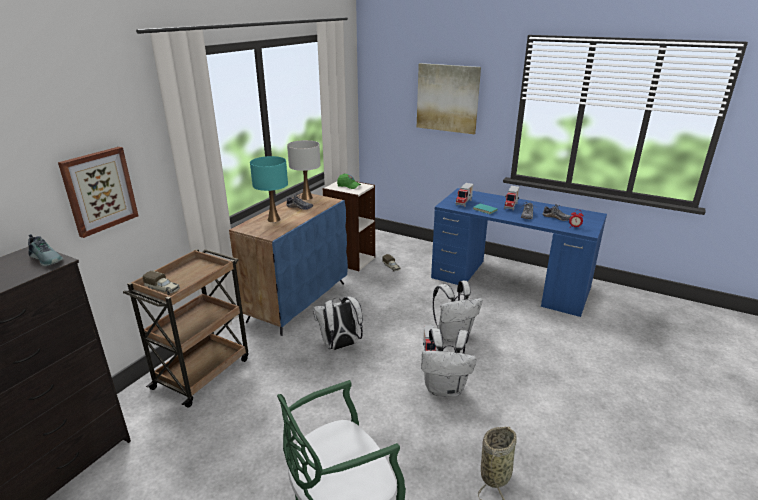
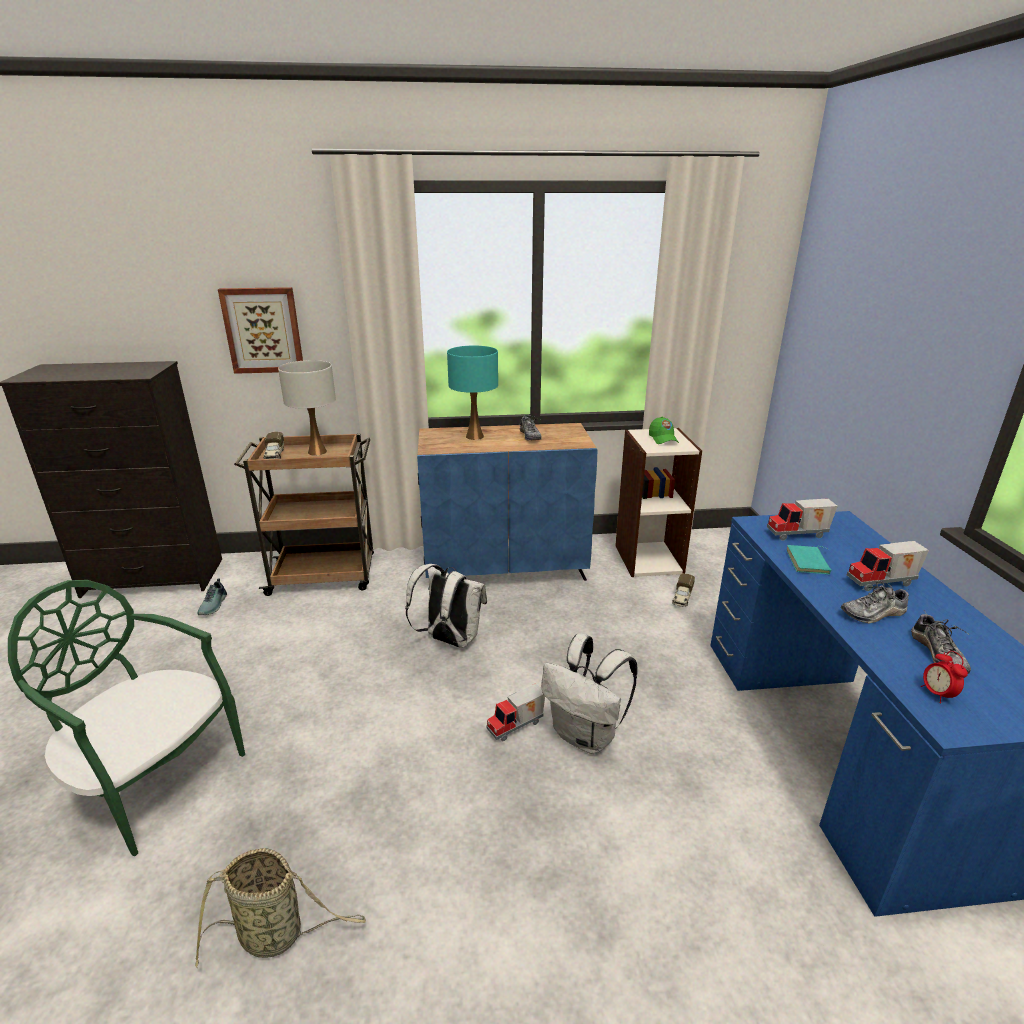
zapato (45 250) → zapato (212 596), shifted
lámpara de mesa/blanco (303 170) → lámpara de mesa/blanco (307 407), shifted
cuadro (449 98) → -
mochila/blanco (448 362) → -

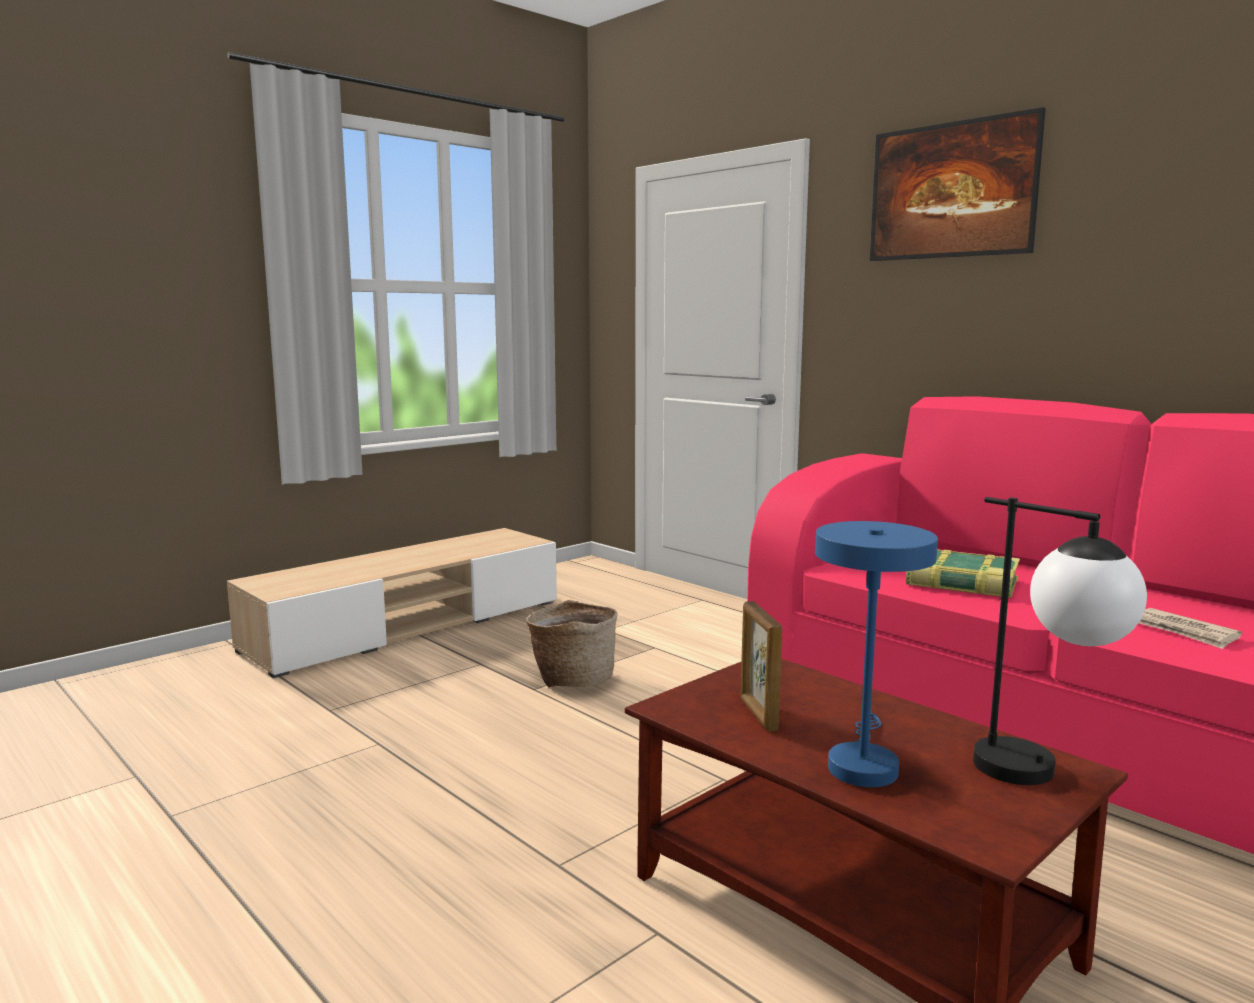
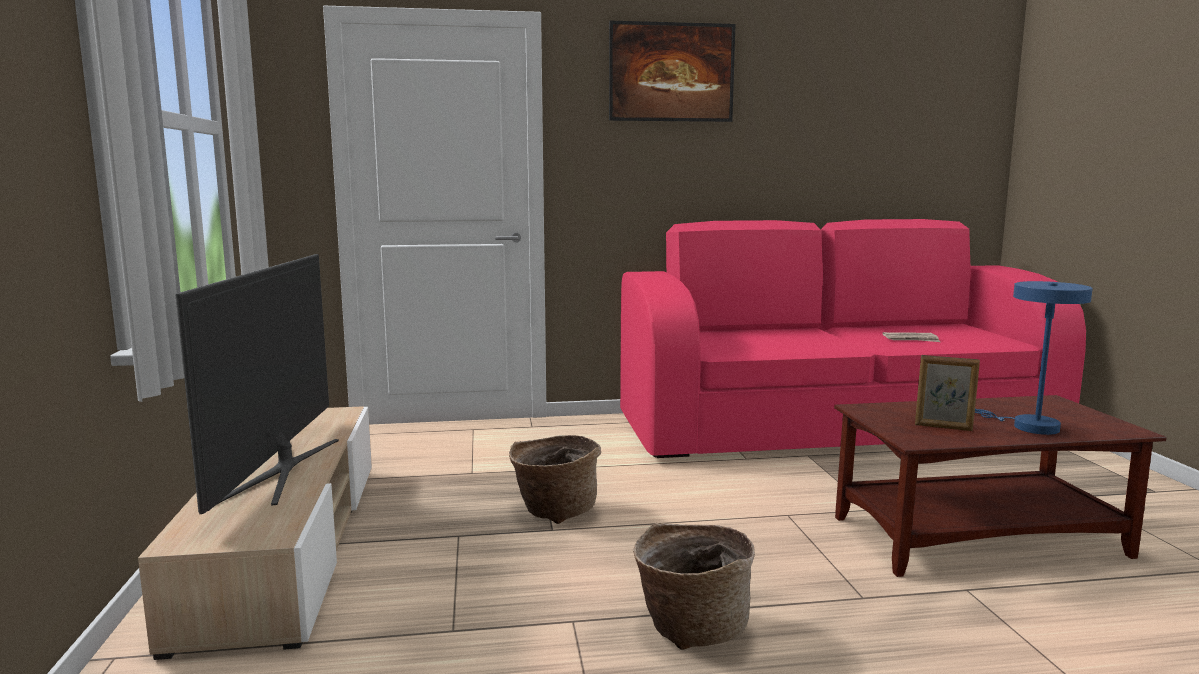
- → televisor (257 384)
- → cesta (694 586)
libro (963 573) → -
lámpara de mesa (1060 641) → -

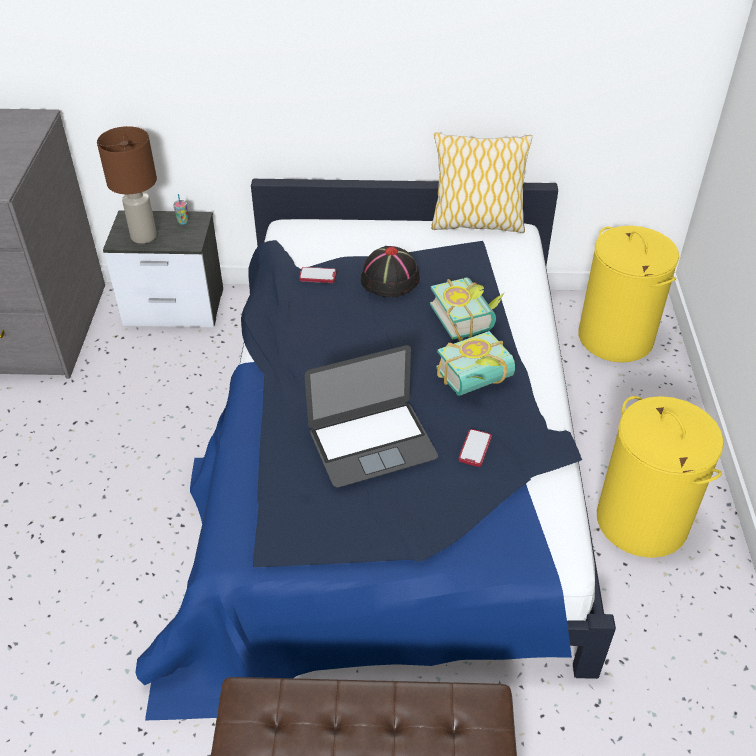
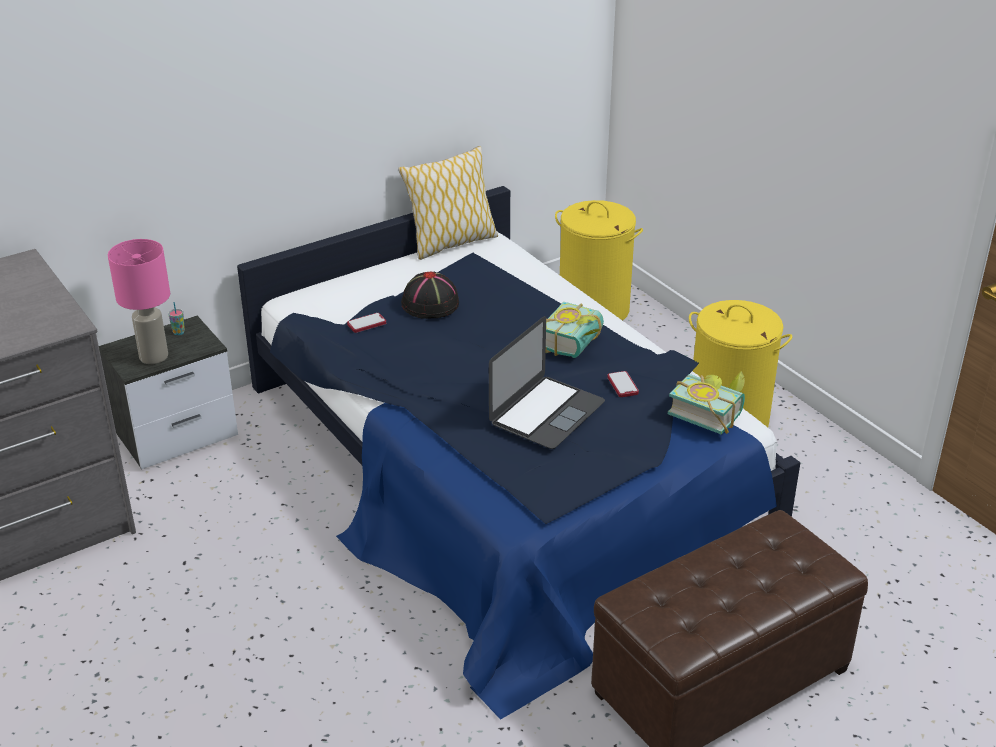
lámpara de mesa/marrón (127 185) → lámpara de mesa/rosa (139 301)
libro (467 309) → libro (706 402), shifted

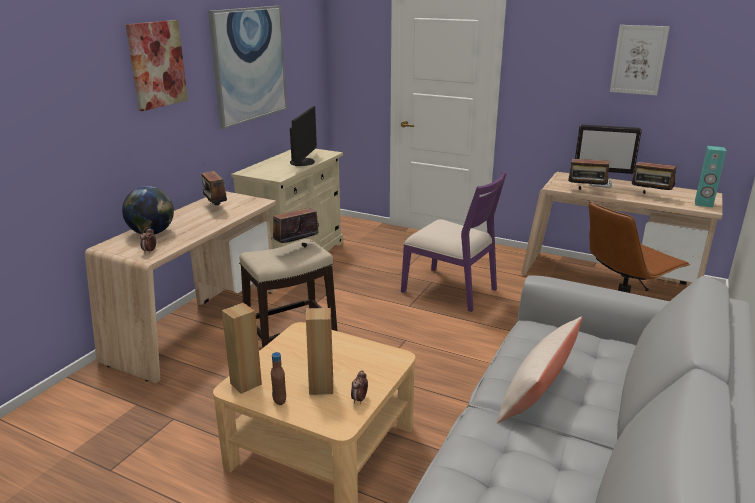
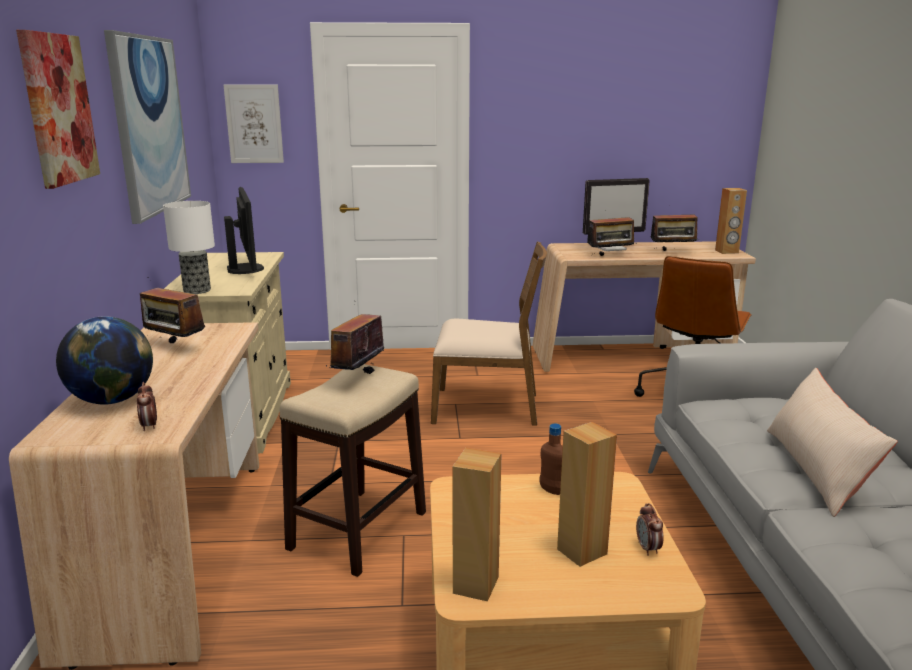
- → lámpara de mesa (189 247)
cuadro (640 60) → cuadro (254 123), shifted
silla/morado (454 242) → silla/marrón (489 333)
botella/marrón (278 378) → botella/marrón (551 459), shifted
altavoz/turquesa (710 177) → altavoz/marrón (731 221)

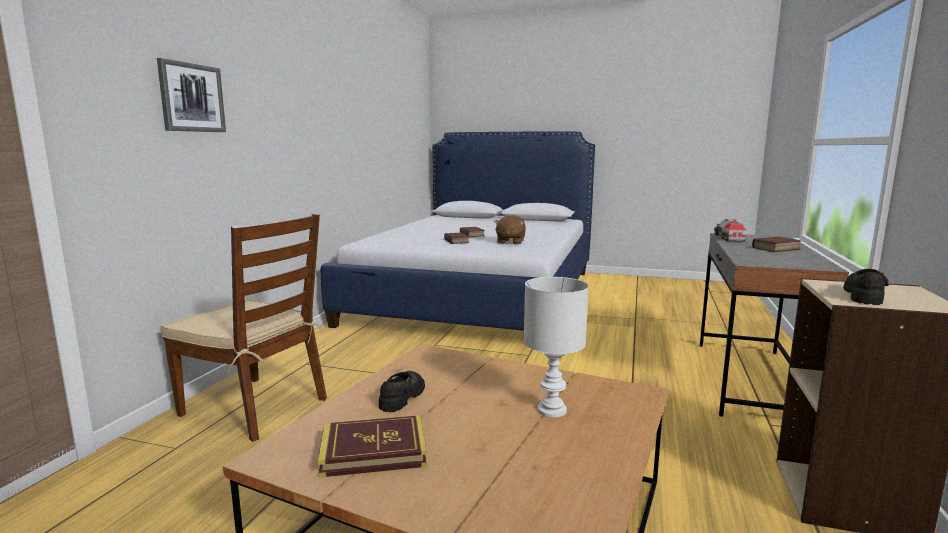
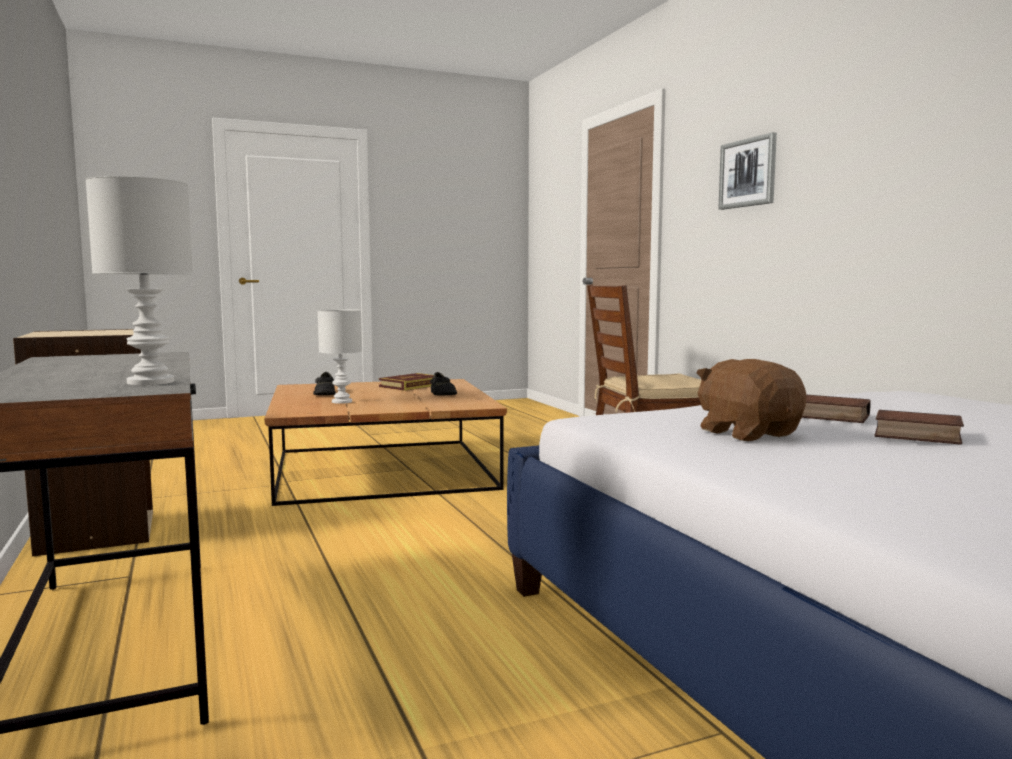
camión de juguete (730 230) → lámpara de mesa/blanco (139 280)
zapato/negro (866 287) → zapato/negro (324 383), shifted
libro (776 244) → -

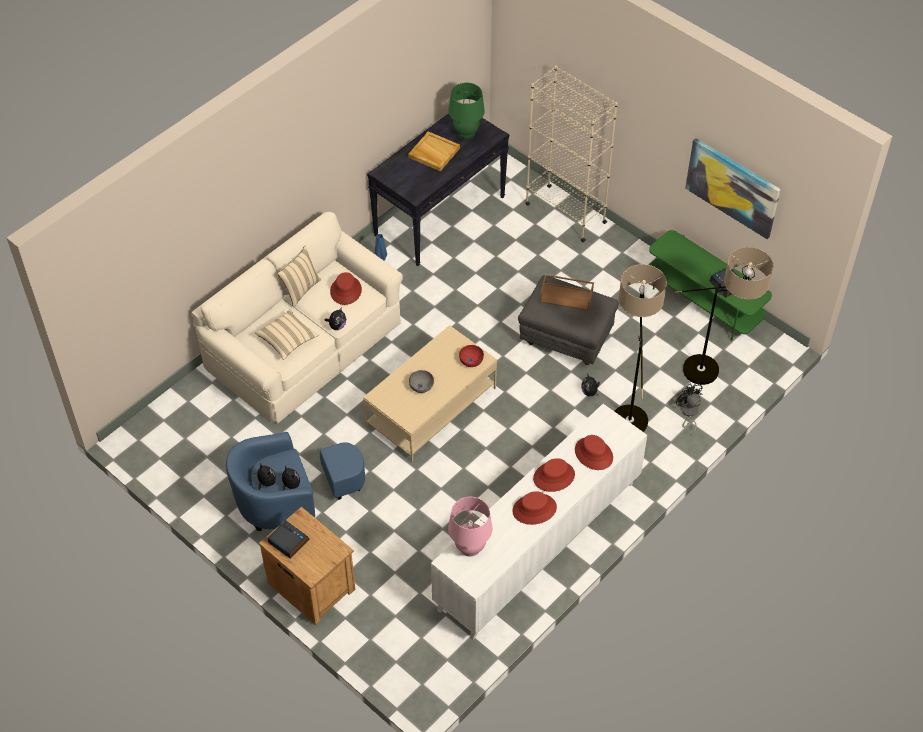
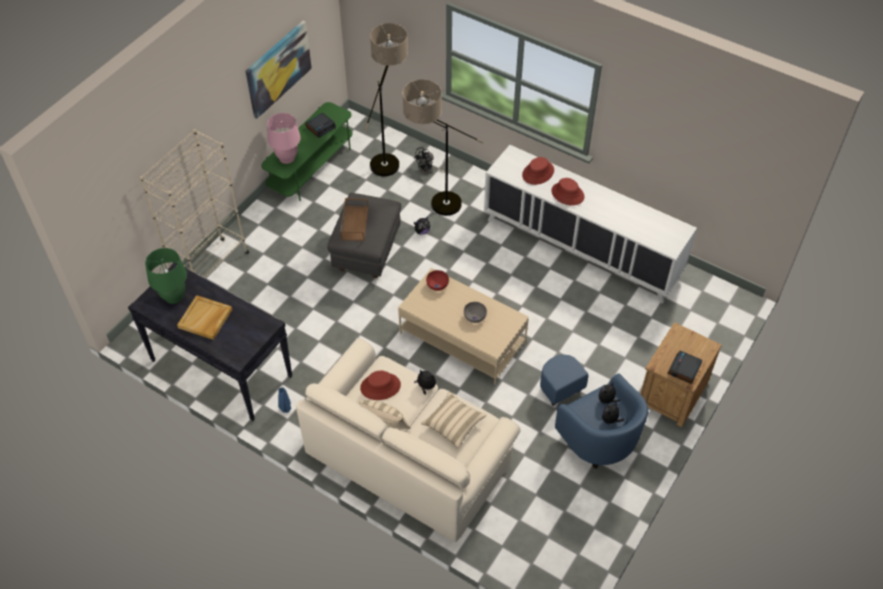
lámpara de mesa/rosa (470 527) → lámpara de mesa/rosa (284 138), shifted
sombrero/rojo (534 508) → -

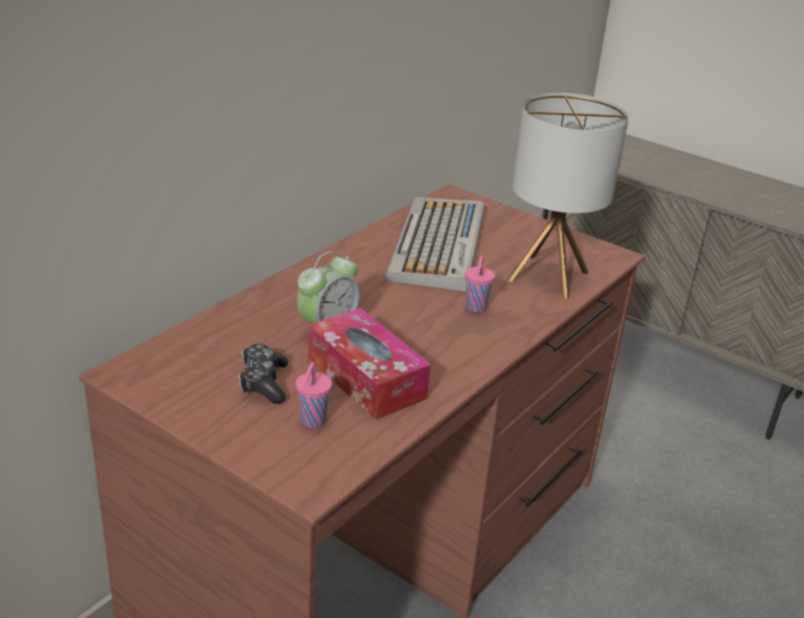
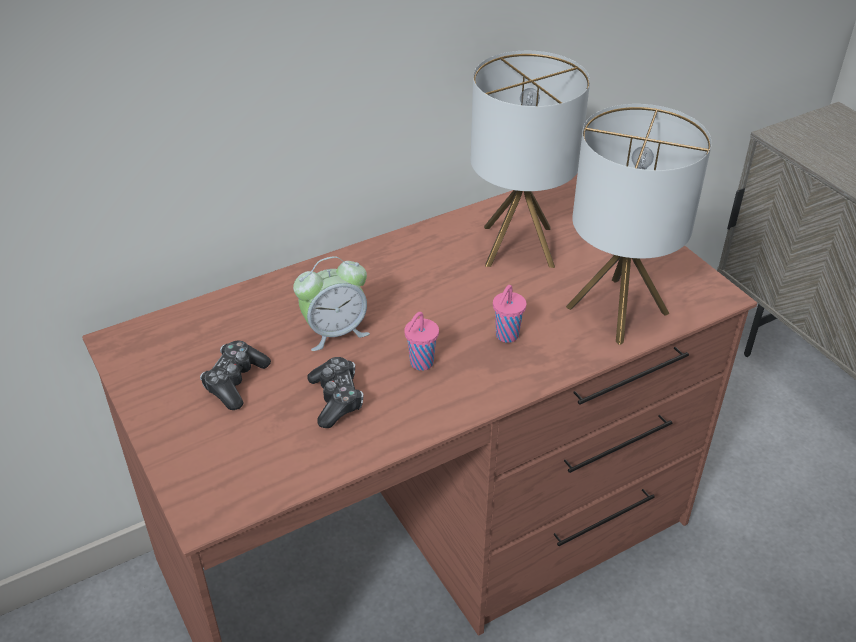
caja de pañuelos (369 364) → mando de consola (335 392)
taza/rosa (314 395) → taza/rosa (421 341), shifted
teclado (434 244) → lámpara de mesa (530 159)

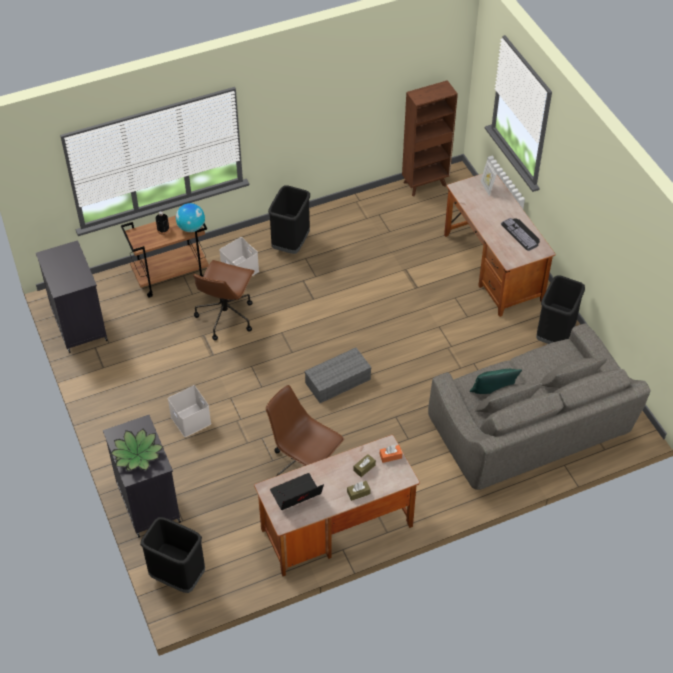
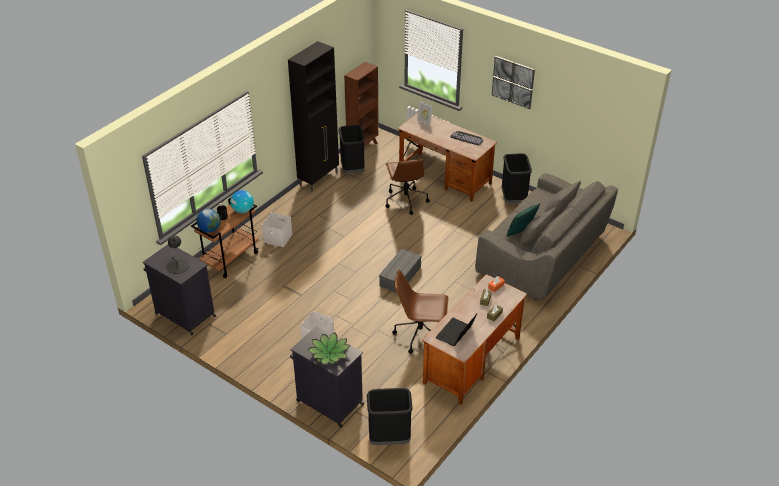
- → lámpara de mesa/negro (177 255)
- → globo terráqueo (208 221)
- → armario/negro (313 116)
papelera/negro (289 220) → papelera/negro (352 149), shifted
silla de oficina/marrón (224 300) → silla de oficina/marrón (407 187), shifted
- → cuadro (513 82)

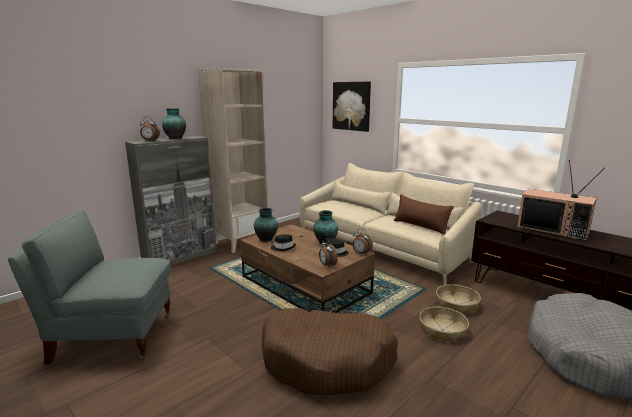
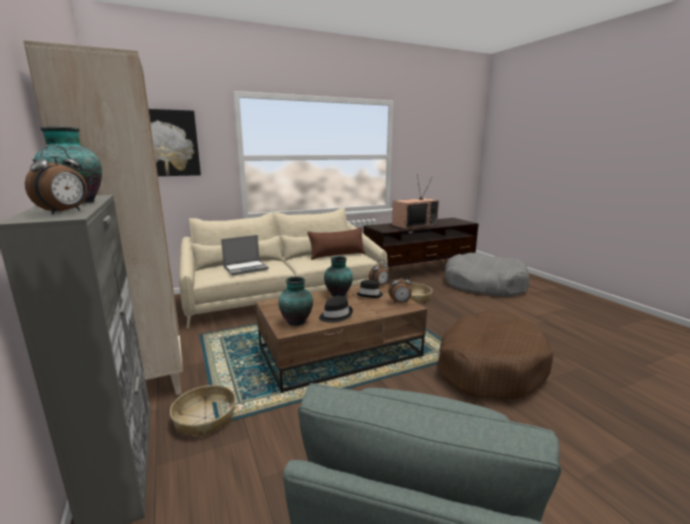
cesta (444 325) → cesta (203 411), shifted
- → portátil (245 255)

